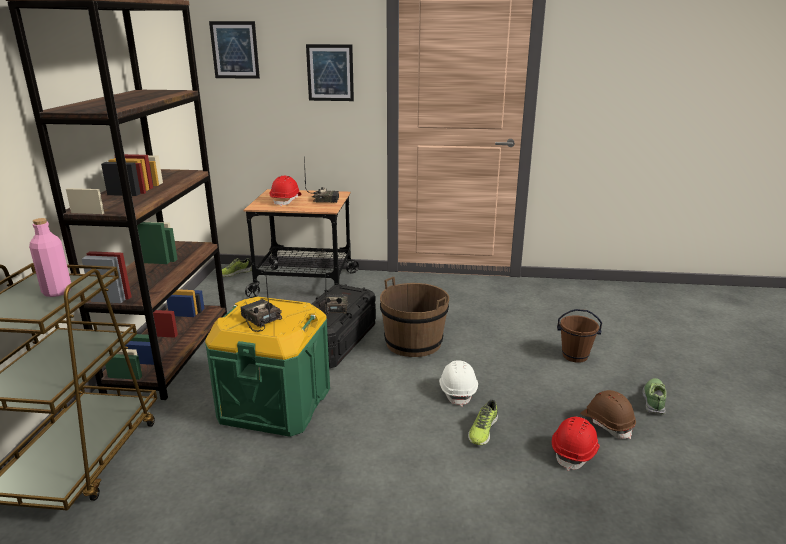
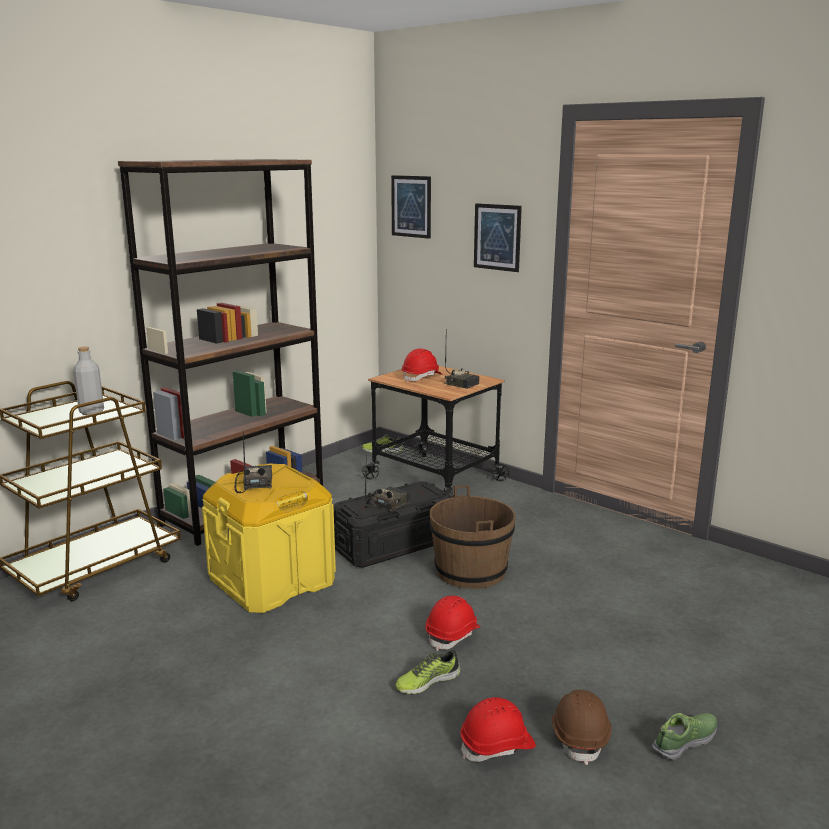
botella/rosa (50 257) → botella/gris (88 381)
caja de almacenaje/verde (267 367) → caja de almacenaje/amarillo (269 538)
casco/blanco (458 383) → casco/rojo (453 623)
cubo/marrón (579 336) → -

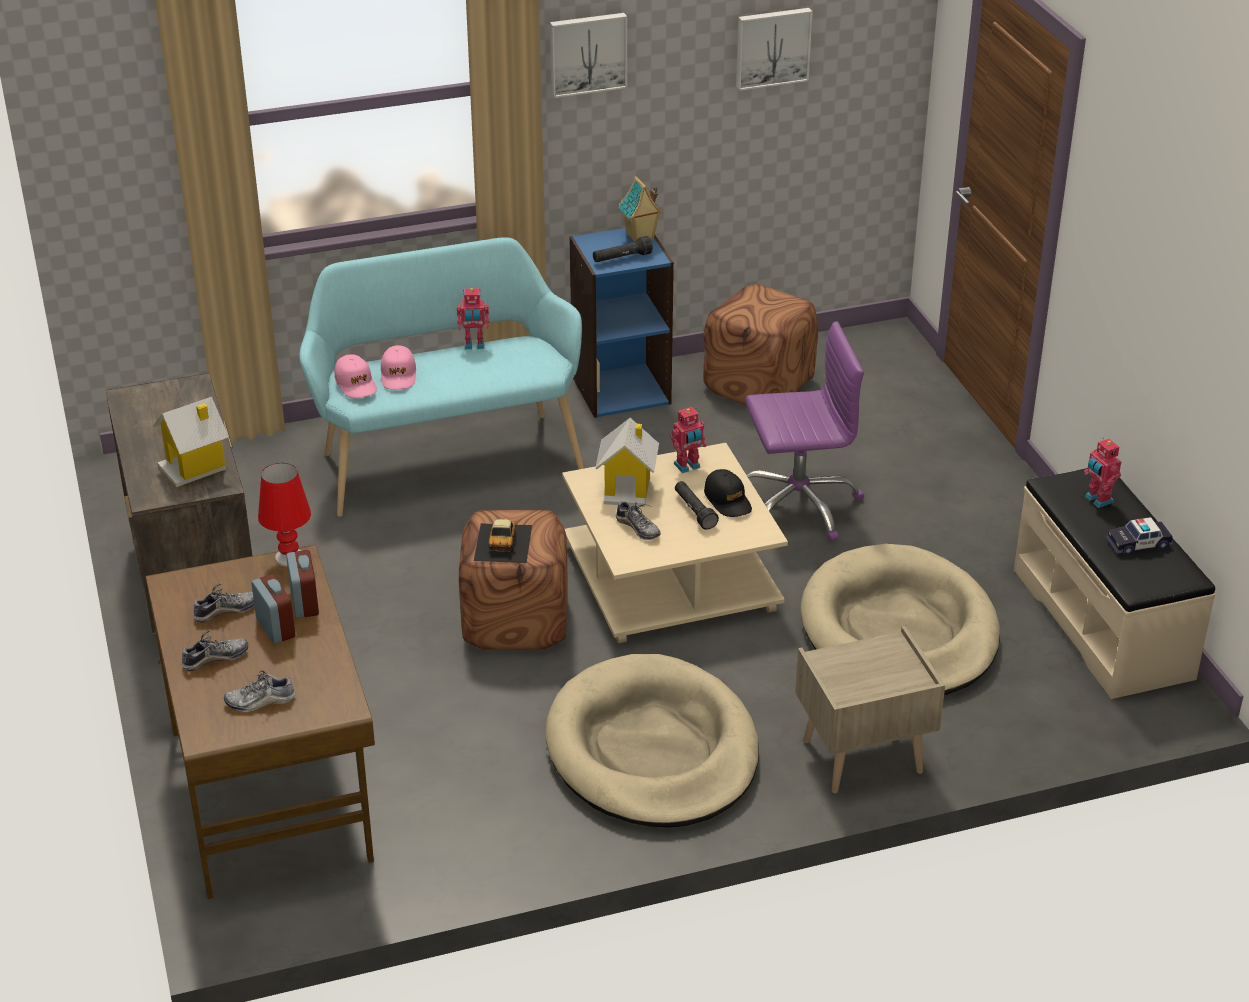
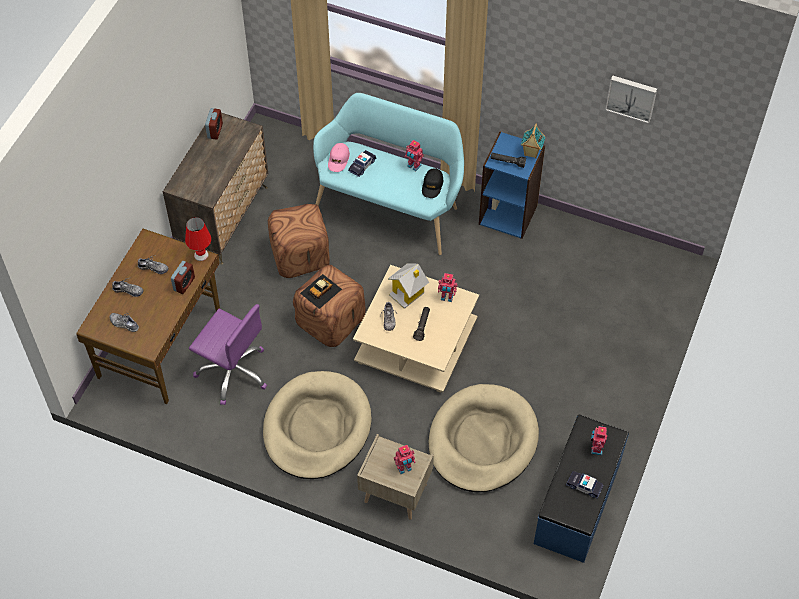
silla de oficina/morado (805 431) → silla de oficina/morado (228 354), shifted
despertador (273 609) → despertador (214 124), shifted
puf/marrón (760 345) → puf/marrón (299 241), shifted
gorra/rosa (398 367) → coche de juguete (362 163)
- → robot de juguete (404 459)
gorra/negro (728 493) → gorra/negro (432 183), shifted
banco/beis (1114 583) → banco/azul (581 488)
casita (191 442) → -
cuadro (588 55) → -

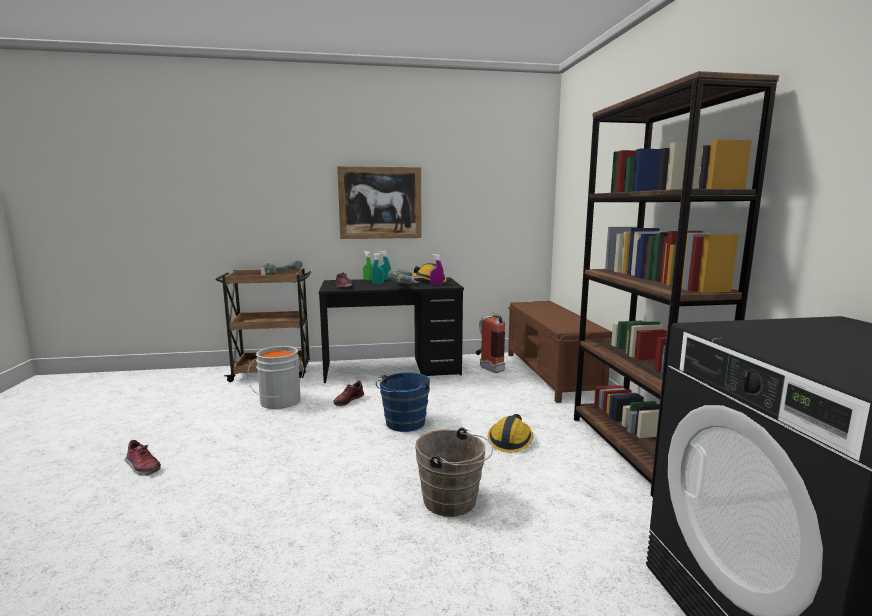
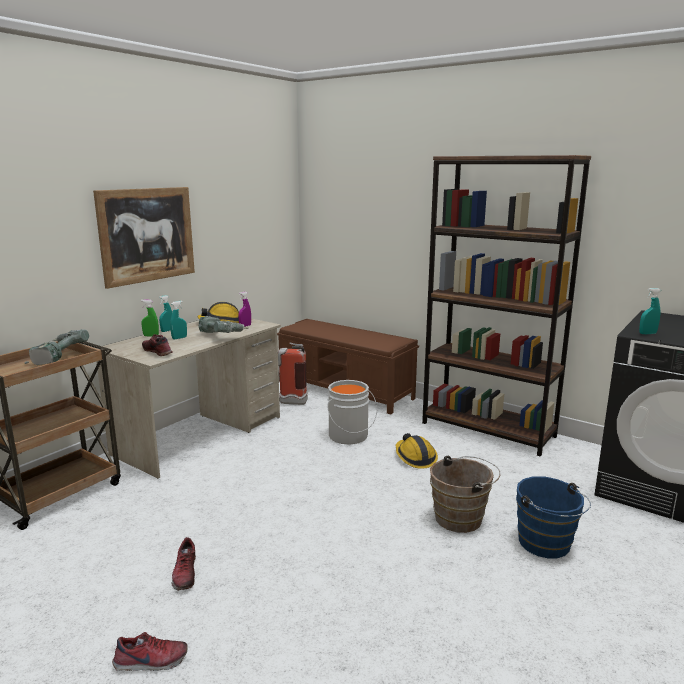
escritorio/negro (391 330) → escritorio/beis (188 398)
zapato (348 393) → zapato (183 564), shifted
cubo/gris (275 377) → cubo/gris (352 412), shifted
cubo/azul (403 402) → cubo/azul (553 517), shifted
- → pulverizador/turquesa (650 311)

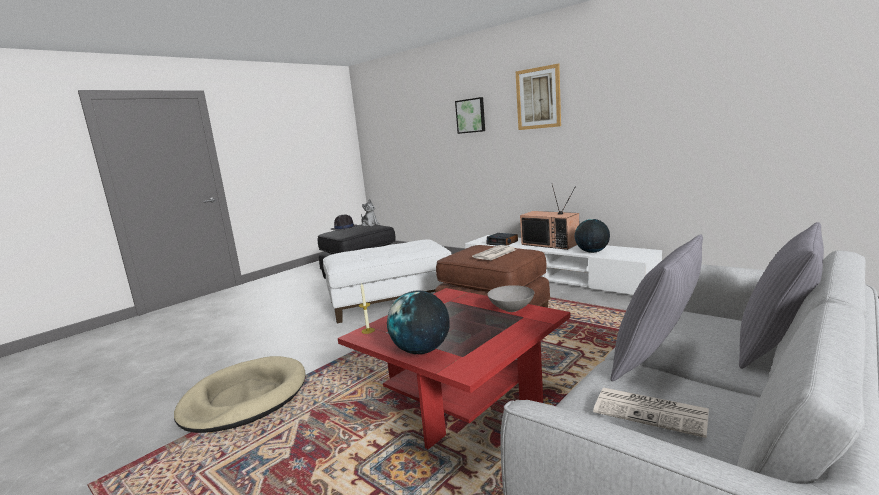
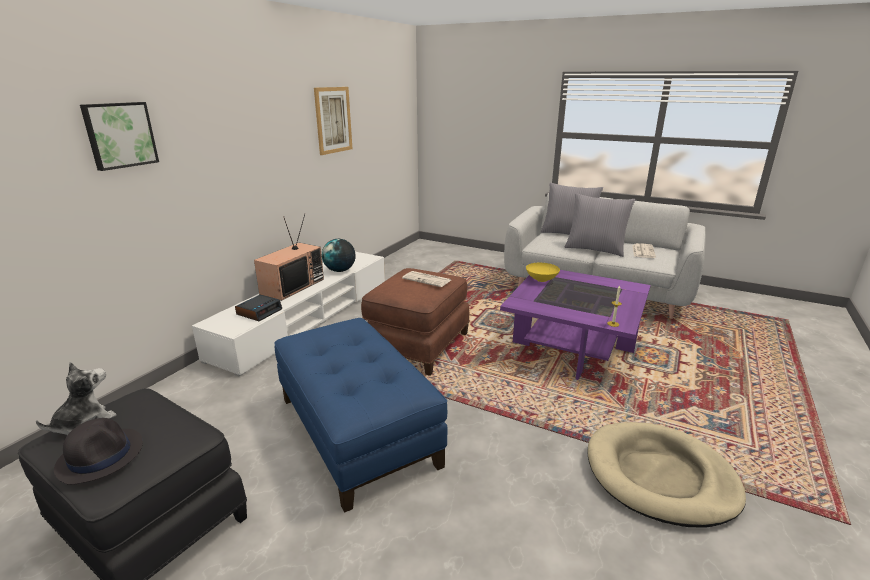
puf/blanco (387 281) → puf/azul (360 415)
cuadro (538 97) → cuadro (333 121), shifted
mesa de centro/rojo (454 368) → mesa de centro/morado (575 325)
cuenco/gris (511 298) → cuenco/amarillo (543 272)
globo terráqueo (418 322) → -

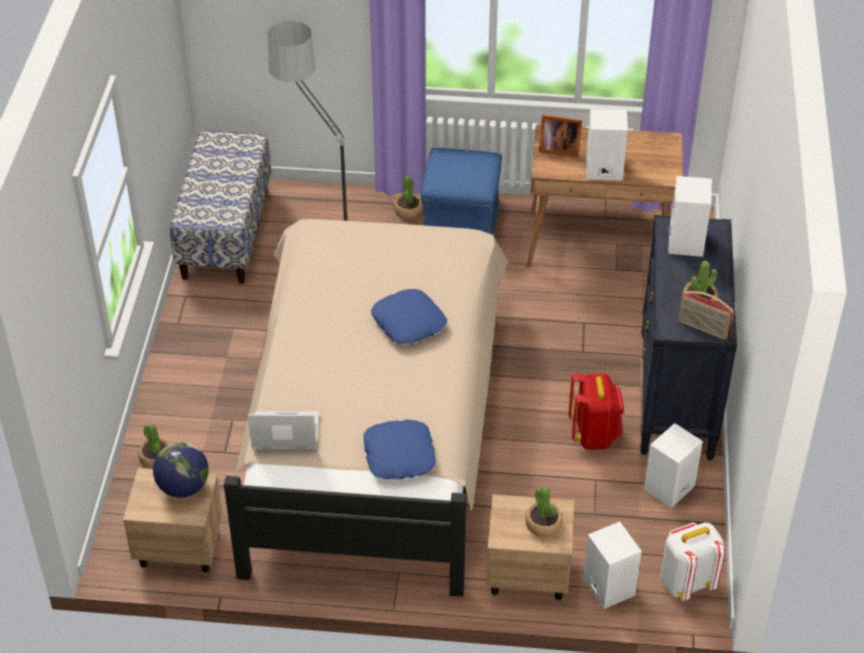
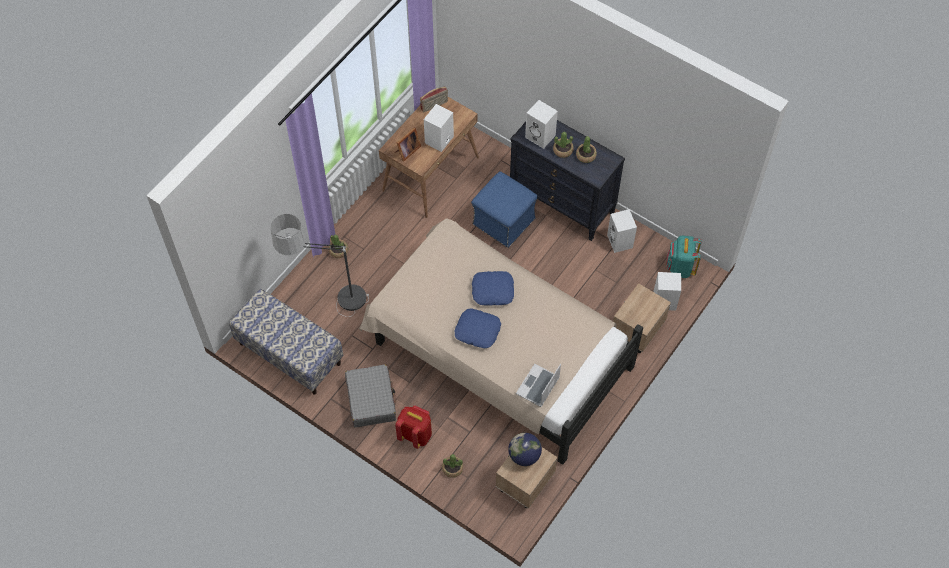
- → maleta/gris (370 396)
mochila/rojo (596 411) → mochila/rojo (413 427), shifted
radio (706 315) → radio (434 99), shifted
cojín/azul (399 449) → cojín/azul (478 328), shifted
puf/azul (461 192) → puf/azul (504 209), shifted
planta en maceta (544 511) → planta en maceta (563 145), shifted
mochila/blanco (693 562) → mochila/turquesa (683 257)

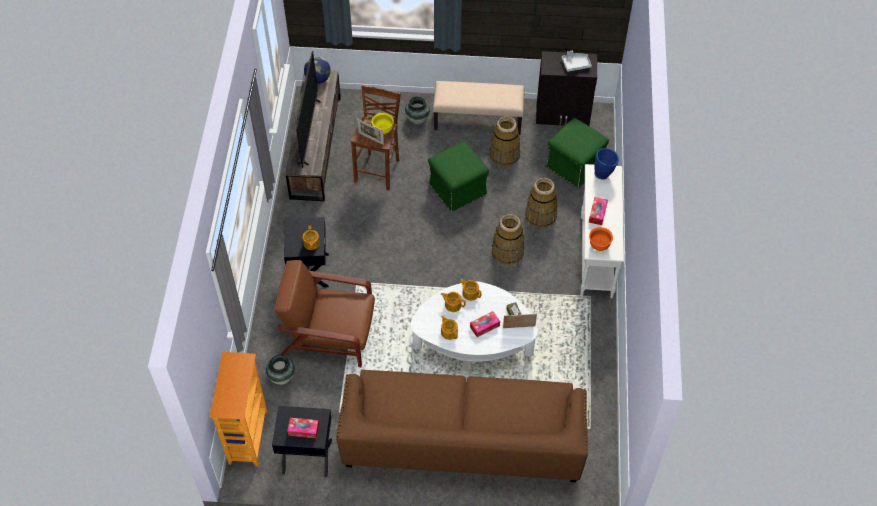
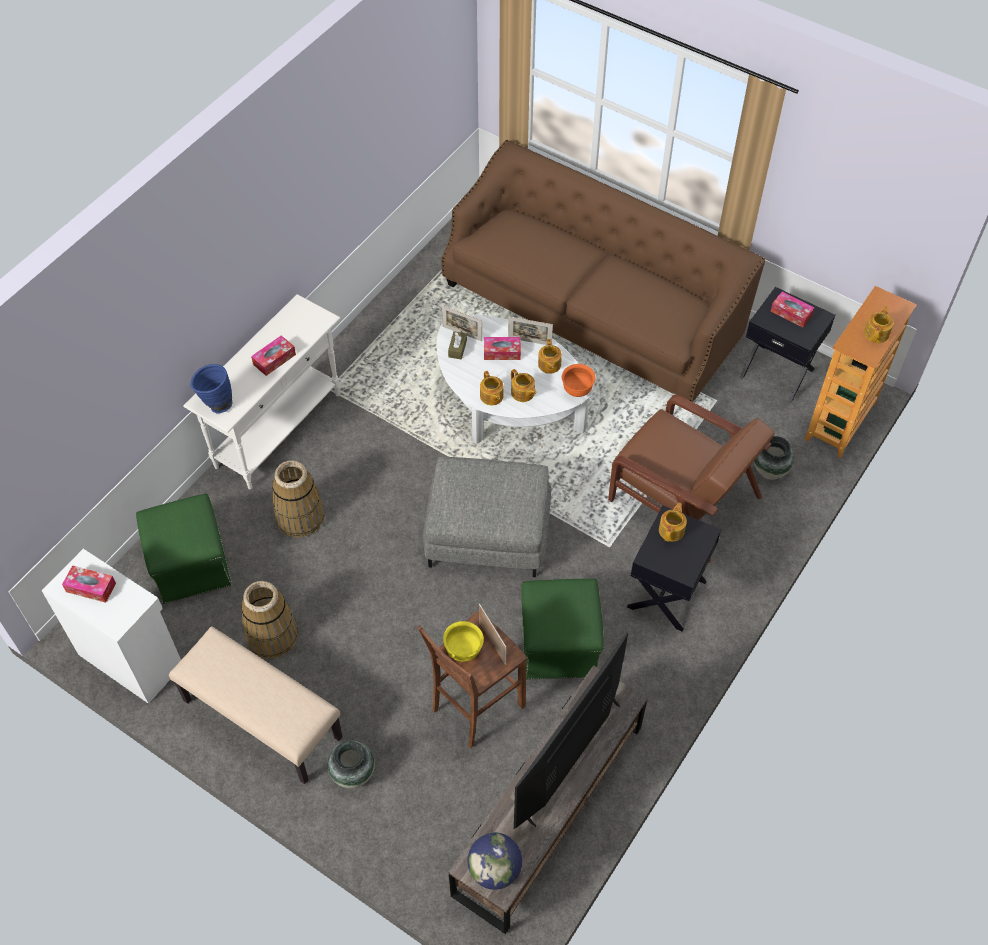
armario/negro (566 89) → armario/blanco (111 626)
bandeja/gris (577 61) → caja de pañuelos (89 584)
- → puf/gris (487 517)
- → portarretratos (530 331)
puf/verde (458 176) → puf/verde (563 629), shifted
cuenco/naranja (601 239) → cuenco/naranja (578 380), shifted
- → tetera (879 324)
cesta (508 239) → -

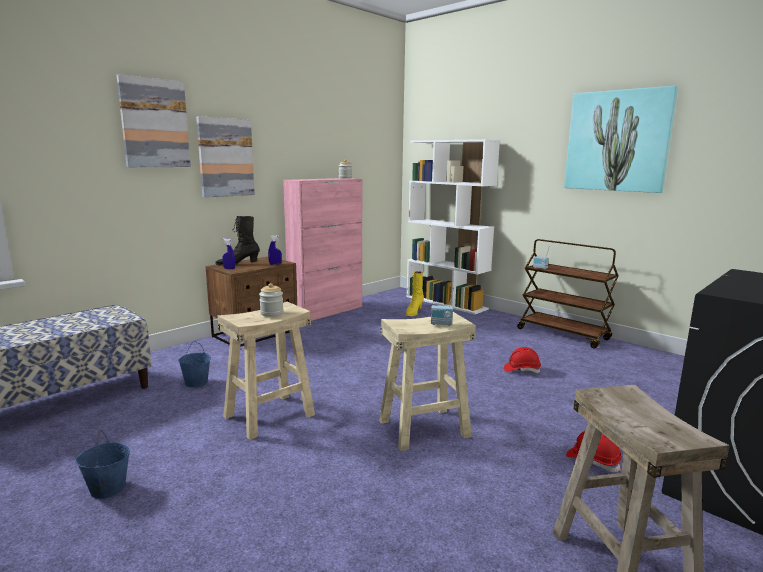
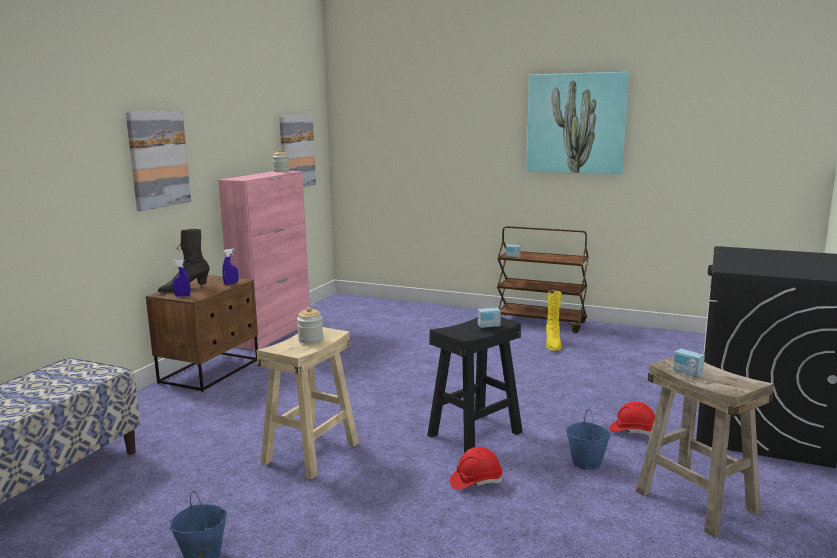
cuadro (154 120) → cuadro (297 151), shifted
taburete/beis (427 381) → taburete/negro (475 385)
casco/rojo (522 360) → casco/rojo (476 468), shifted
bota/amarillo (415 293) → bota/amarillo (553 321), shifted
cubo/azul (194 364) → cubo/azul (588 439), shifted
- → radio (689 354)
estantería/blanco (453 227) → -

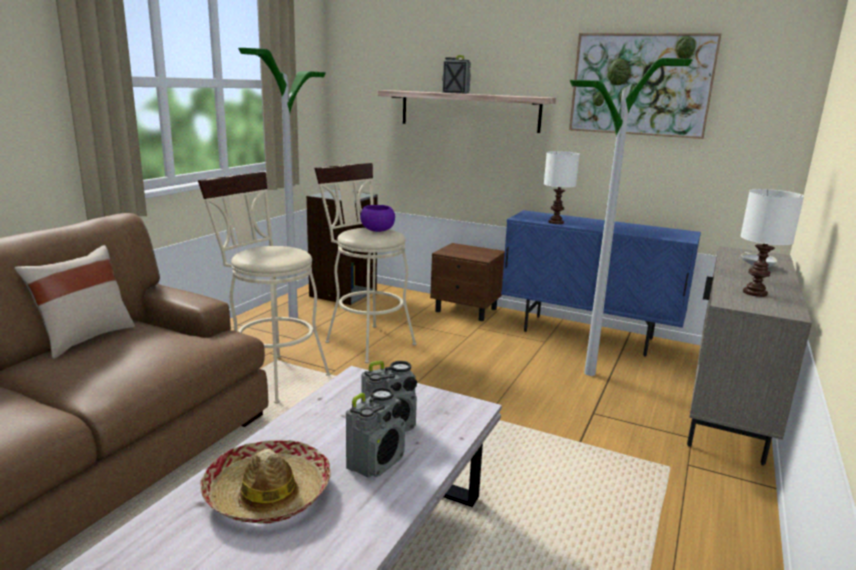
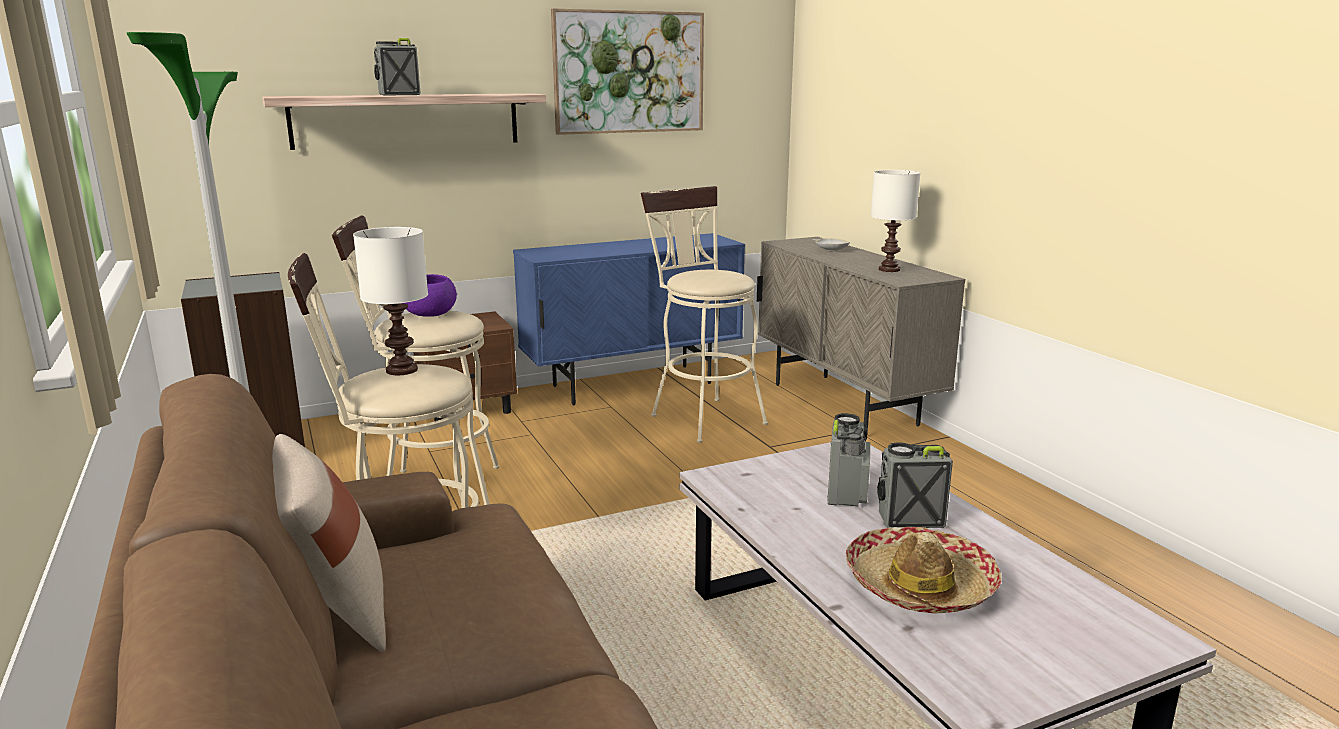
lámpara de mesa/blanco (562 187) → lámpara de mesa/blanco (390 301), shifted
lámpara de pie (631 217) → taburete/beis (704 314)
radio (375 432) → radio (915 485), 75 degrees counterclockwise

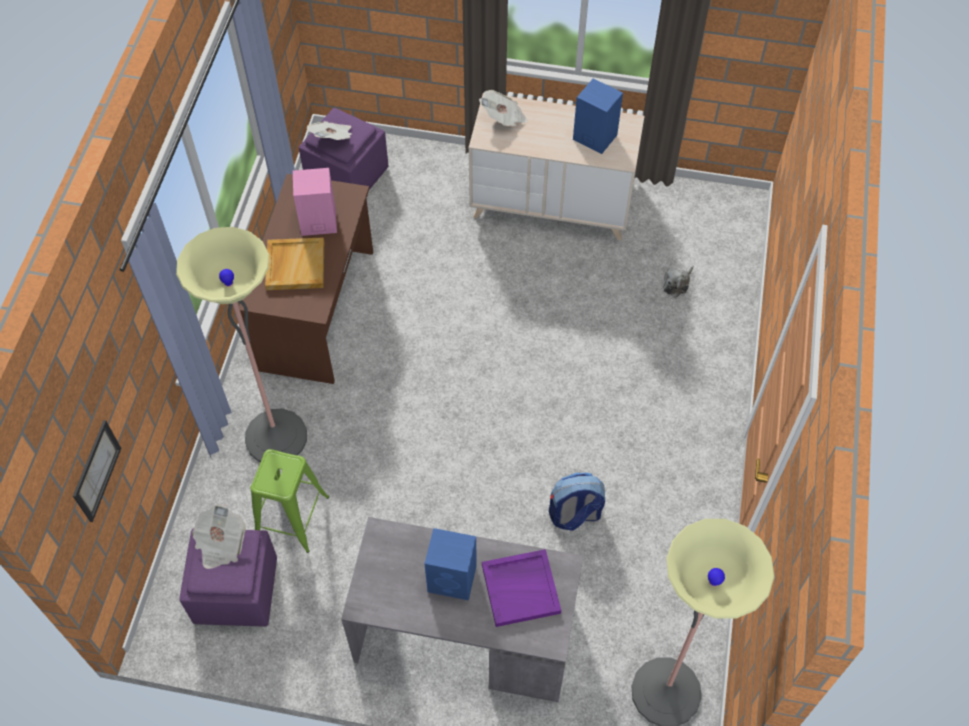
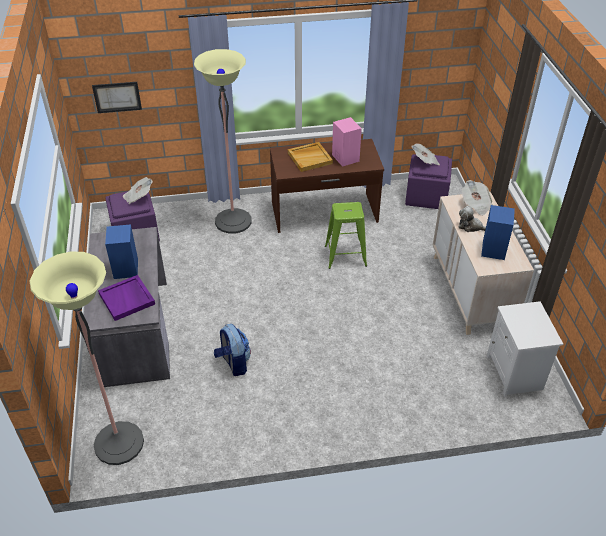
taburete/verde (289 501) → taburete/verde (346 235), shifted
peluche (678 281) → peluche (472 219), shifted
- → mesita de noche/blanco (525 348)

